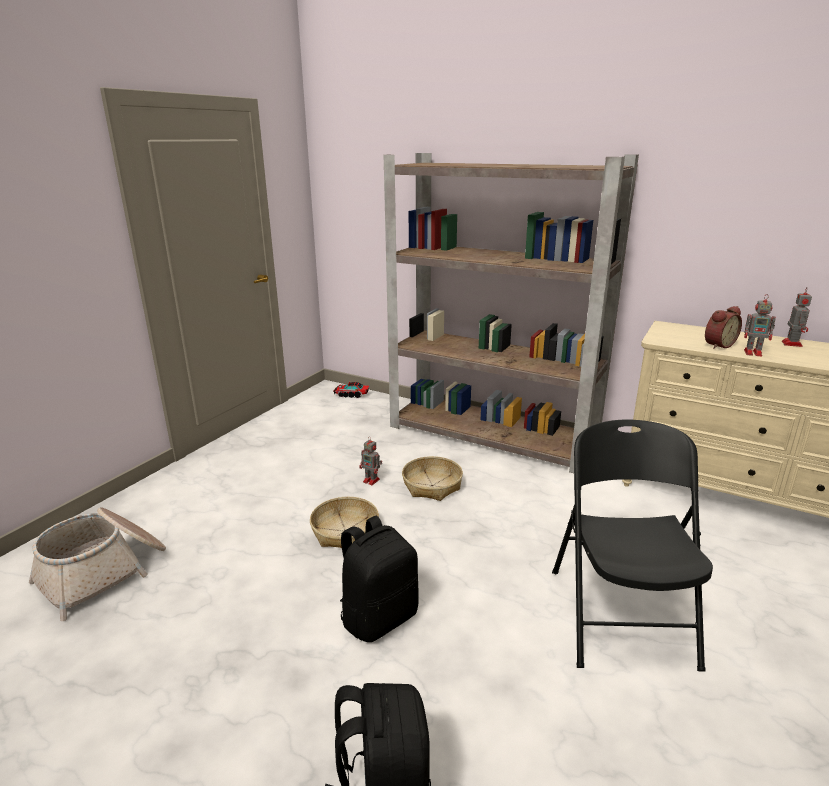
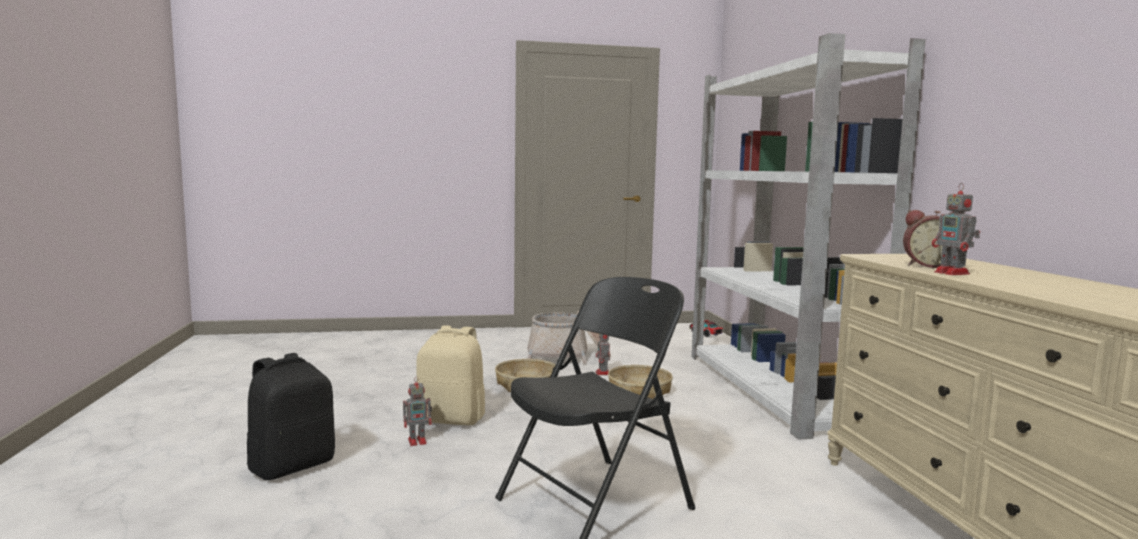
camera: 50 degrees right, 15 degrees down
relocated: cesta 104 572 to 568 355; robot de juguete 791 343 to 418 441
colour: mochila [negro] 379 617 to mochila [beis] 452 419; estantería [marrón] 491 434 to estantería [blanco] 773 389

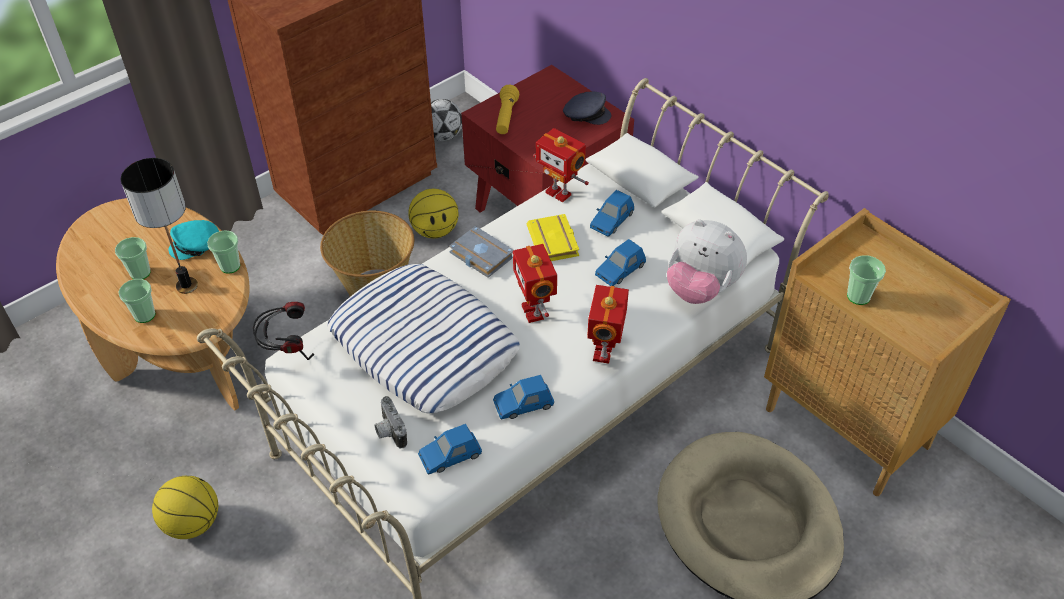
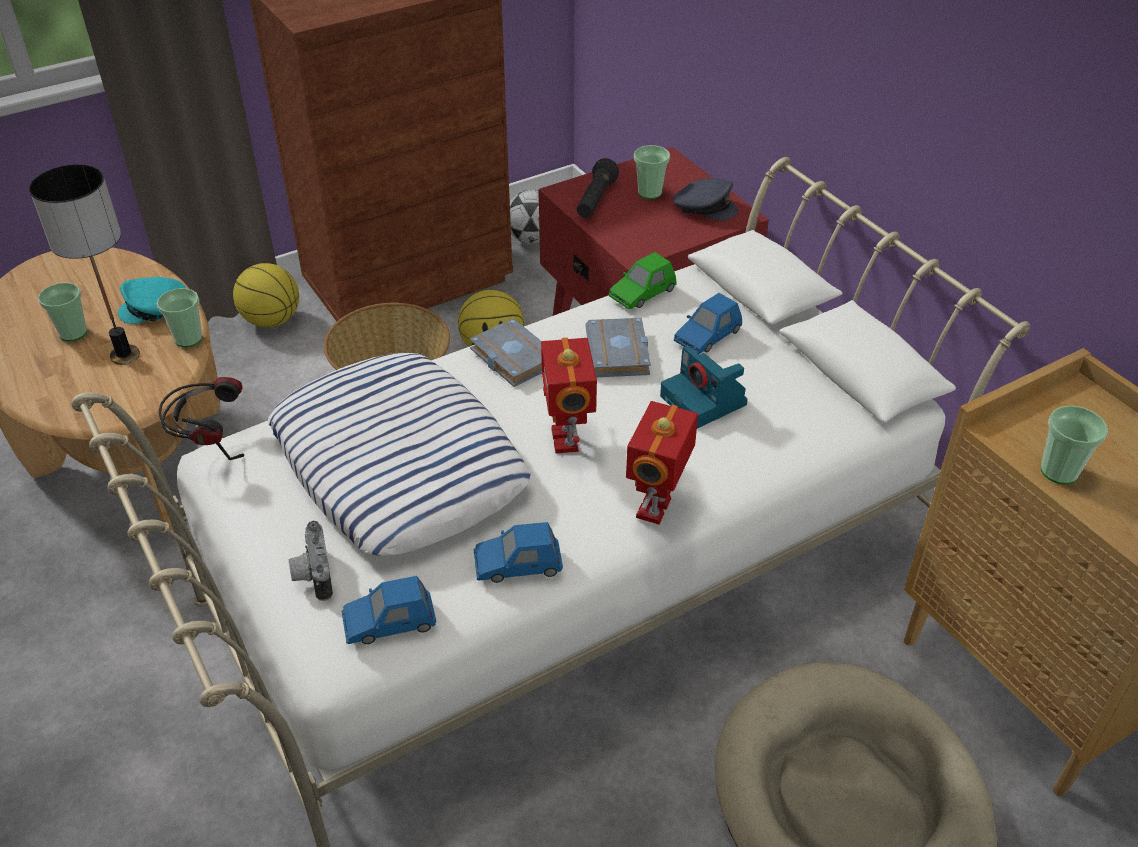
camera: 10 degrees right, 5 degrees down
missing: peluche 700 288
relocated: taza 144 315 to 649 193; balón de baloncesto 192 523 to 271 320
exchanged: robot de juguete 559 193 to coche de juguete [verde] 642 293; coche de juguete [azul] 620 270 to cámara 705 401
colour: linterna [amarillo] 506 118 to linterna [negro] 596 200; libro [amarillo] 555 242 to libro [gris] 620 354

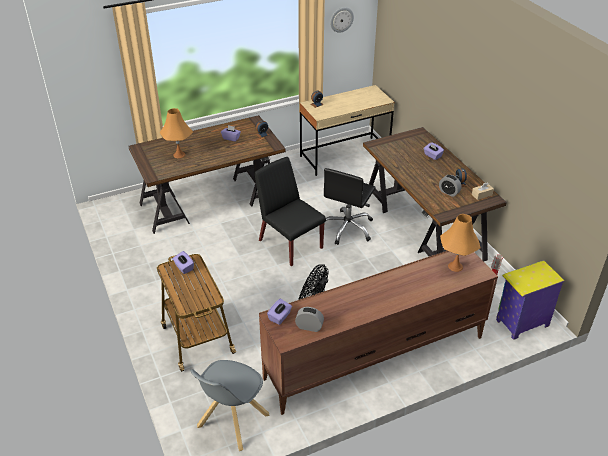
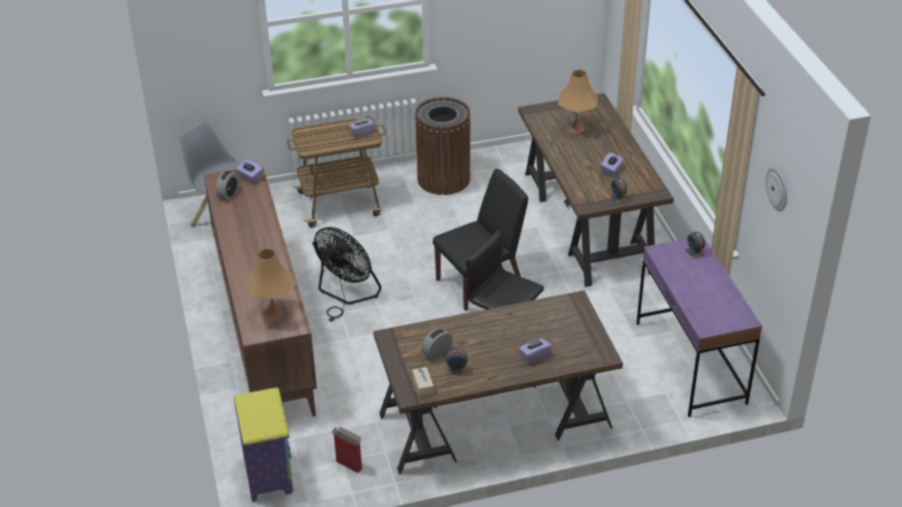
camera: 100 degrees right, 0 degrees up
appeared: papelera [marrón] 444 179
colour: escritorio [beis] 345 156 to escritorio [morado] 690 363

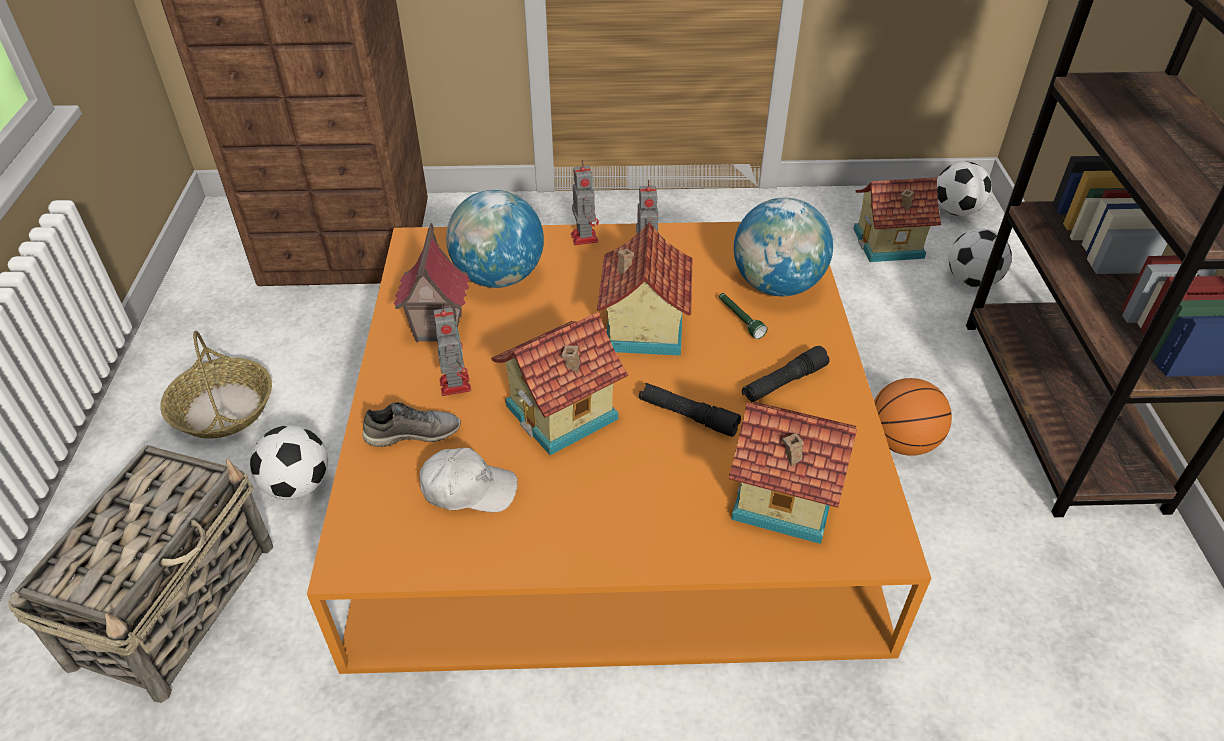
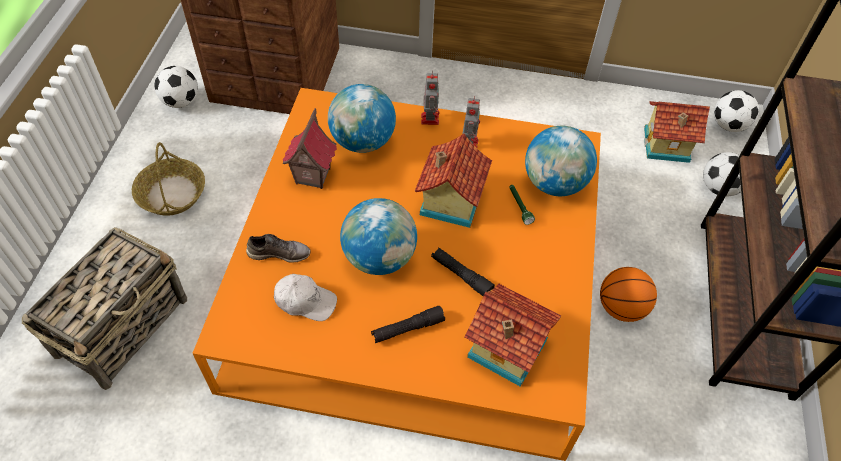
camera: 10 degrees right, 10 degrees up
missing: robot de juguete 455 383
relocated: balón de fútbol 298 486 to 181 102; linterna [negro] 784 382 to 407 329
exchanged: casita 564 414 to globo terráqueo 379 258

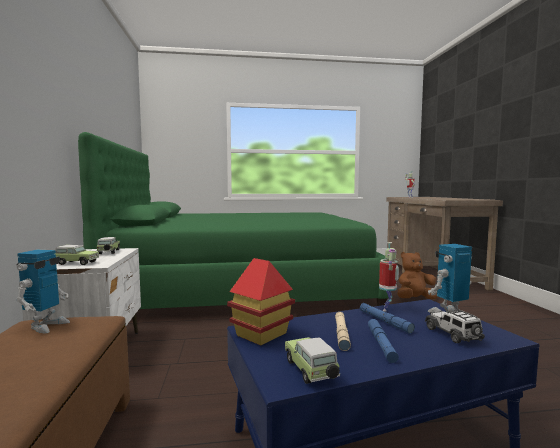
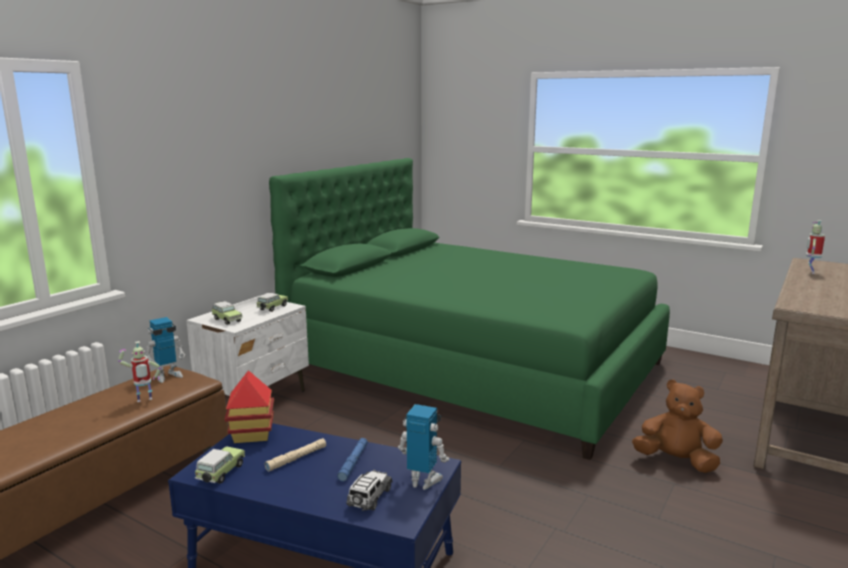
camera: 40 degrees right, 10 degrees up
missing: linterna [azul] 381 344
relocated: robot de juguete 387 309 to 144 401

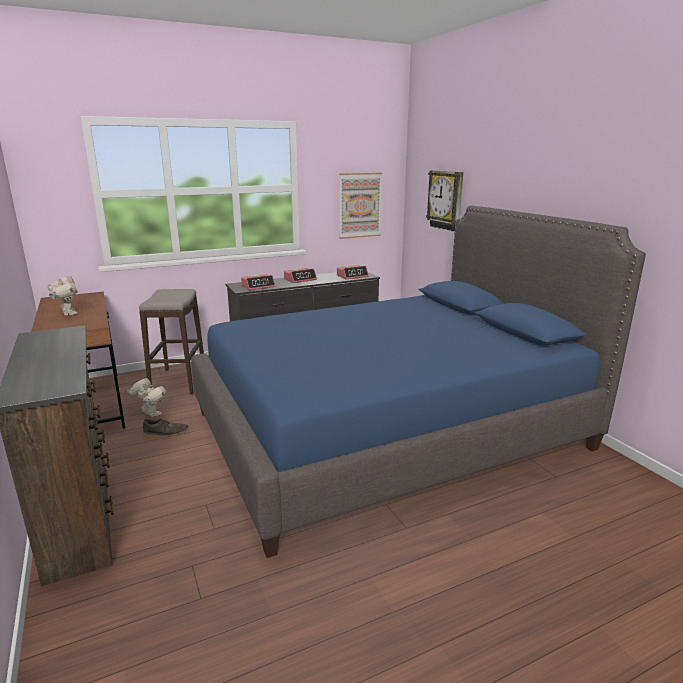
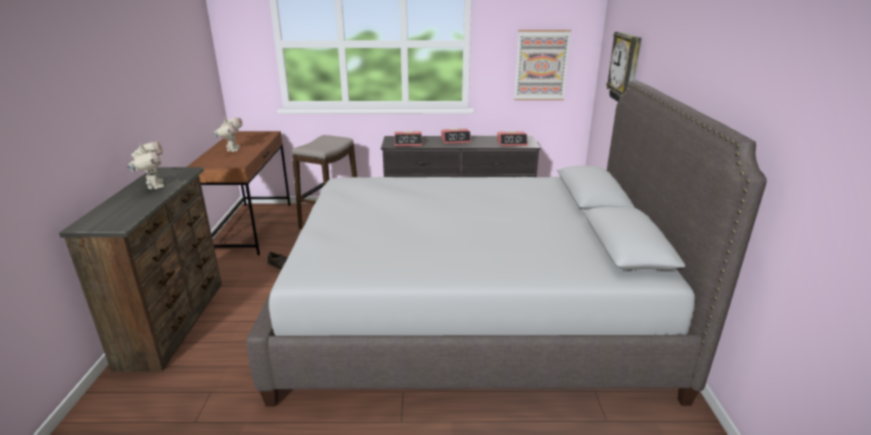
camera: 25 degrees right, 5 degrees up
relocated: robot de juguete 150 414 to 153 186
colour: cama [azul] 389 430 to cama [gris] 471 315

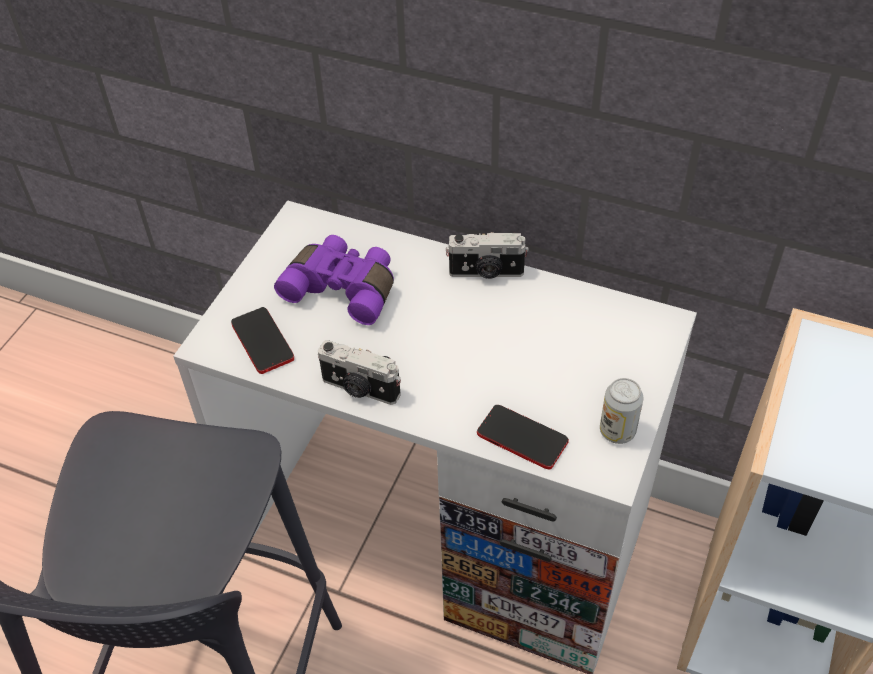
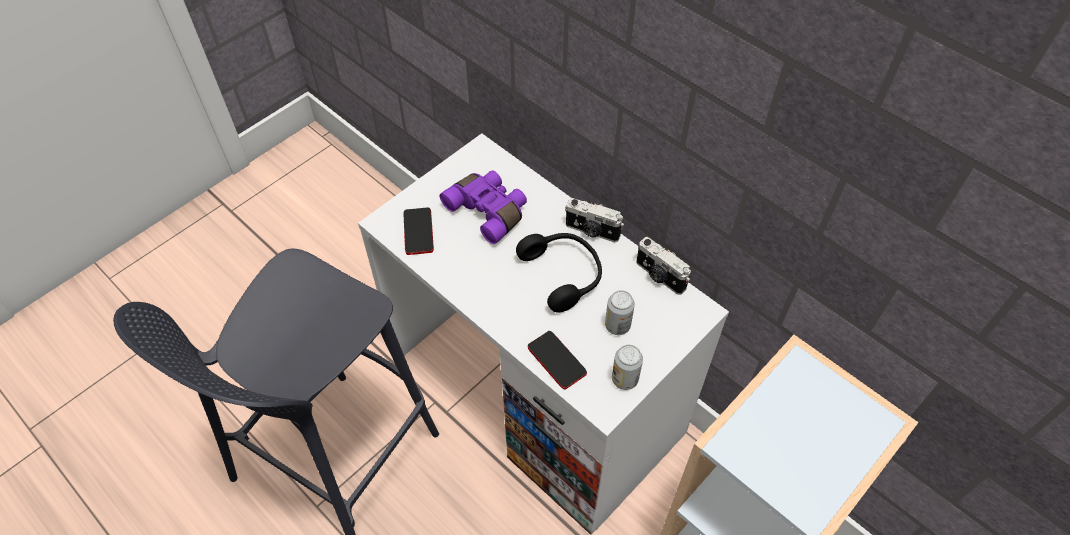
camera: 20 degrees right, 5 degrees up
appeared: auriculares [negro] 564 274; lata 617 325
relocated: cámara 360 389 to 659 276

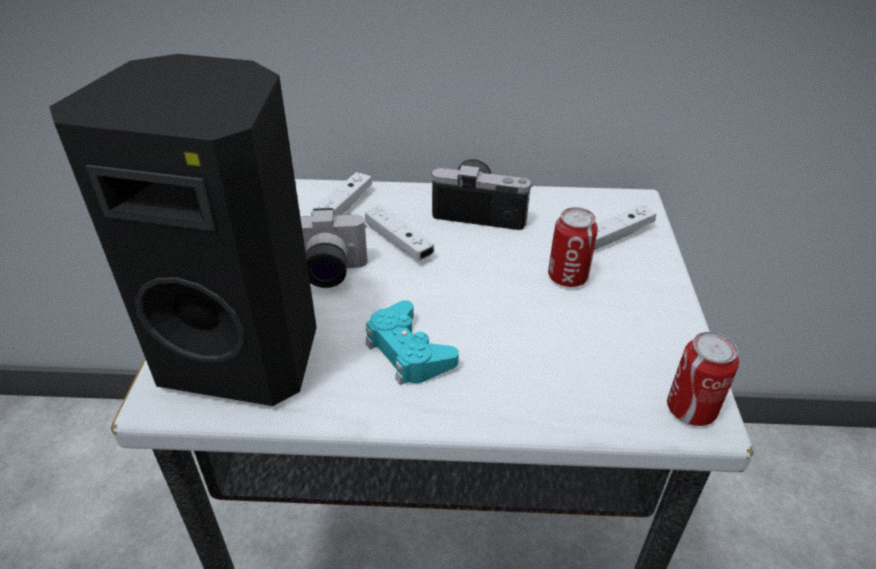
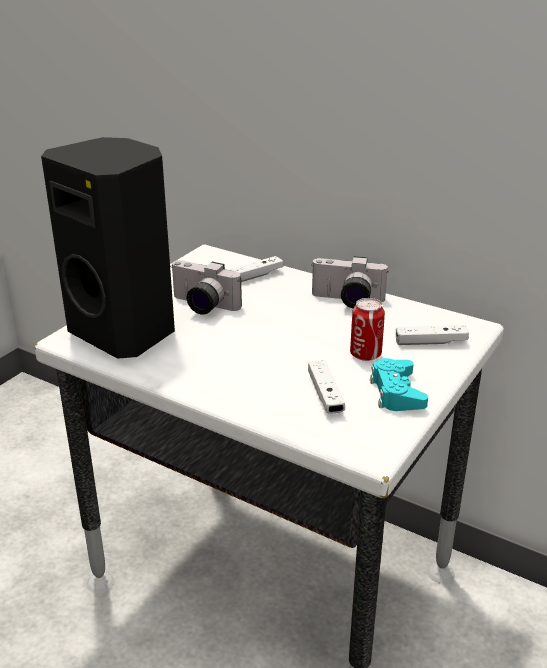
camera: 30 degrees right, 10 degrees down
missing: lata 691 409
relocated: mando de consola [blanco] 399 242 to 325 395; mando de consola [turquesa] 408 351 to 396 392
spun: cámara 480 209 = 347 301 150 degrees clockwise

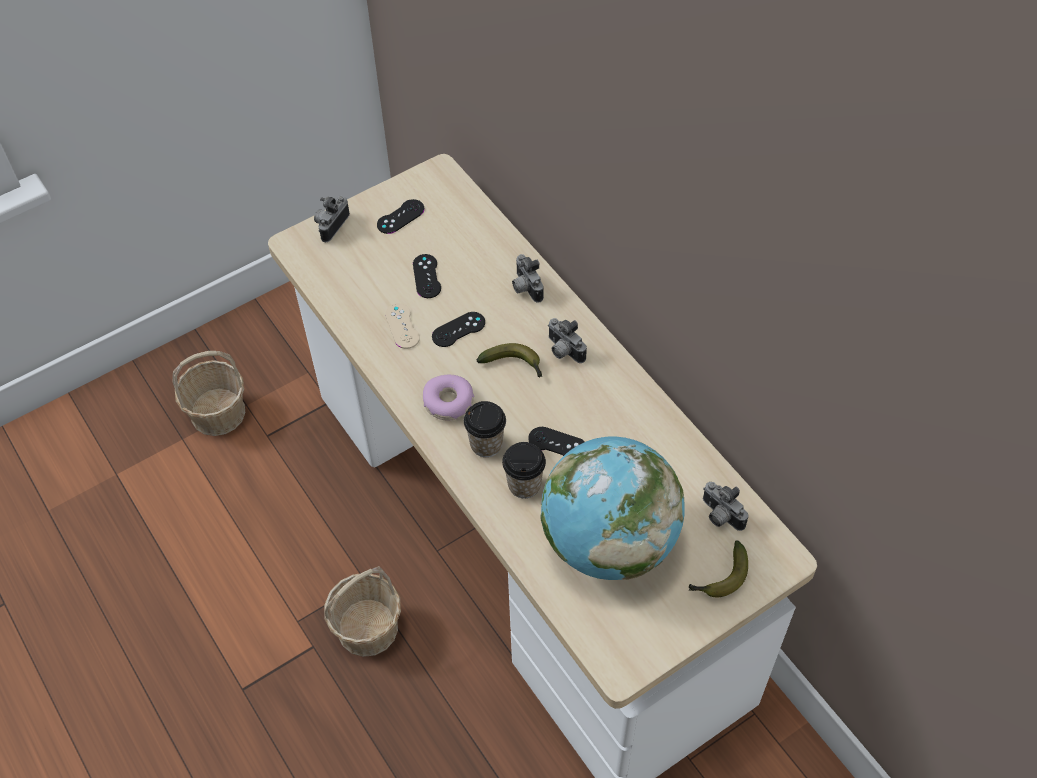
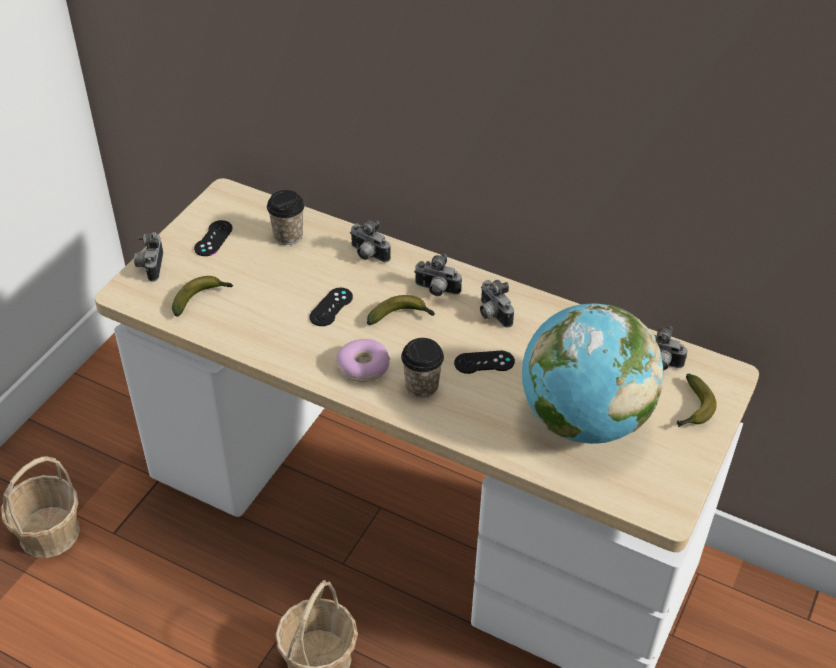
camera: 30 degrees left, 10 degrees down
missing: mando de consola [beis] 402 326; mando de consola [negro] 426 276
appeared: plátano 202 299; cámara 492 315
relocated: taza 524 485 to 288 236

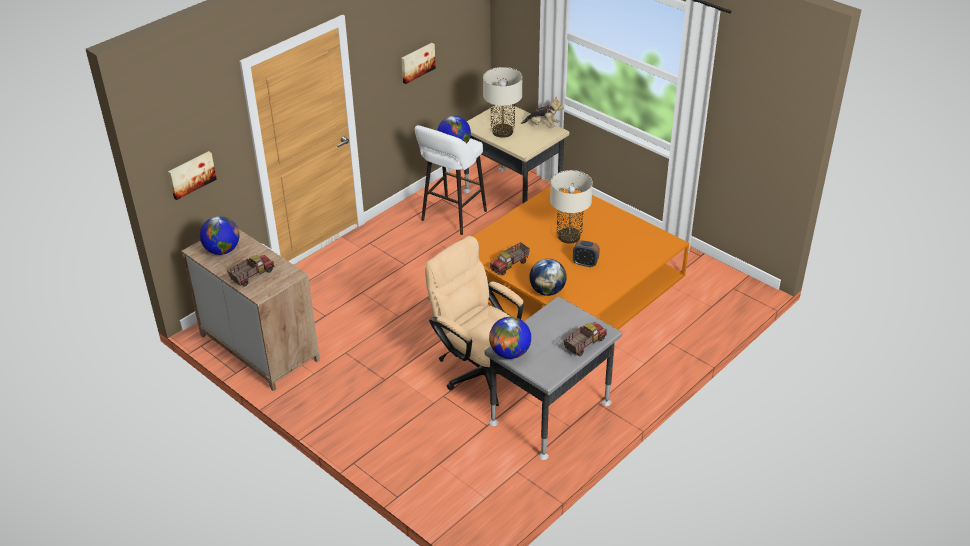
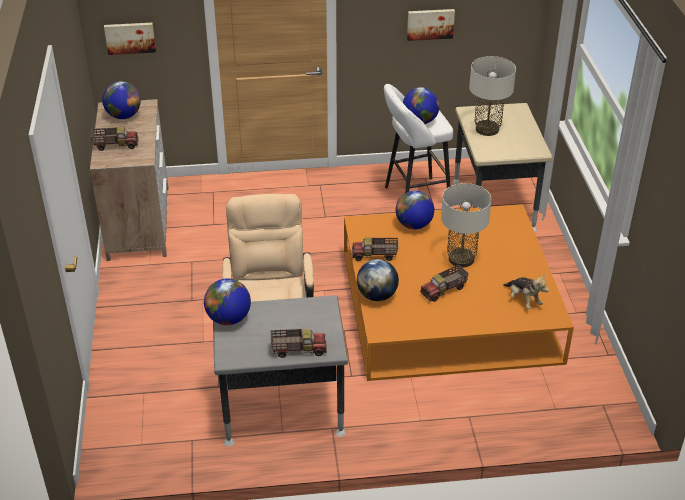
camera: 40 degrees right, 0 degrees up
appeared: globo terráqueo 414 225
relocated: peluche 542 126 to 523 300
exchanged: despertador 585 263 to camión de juguete 444 290

